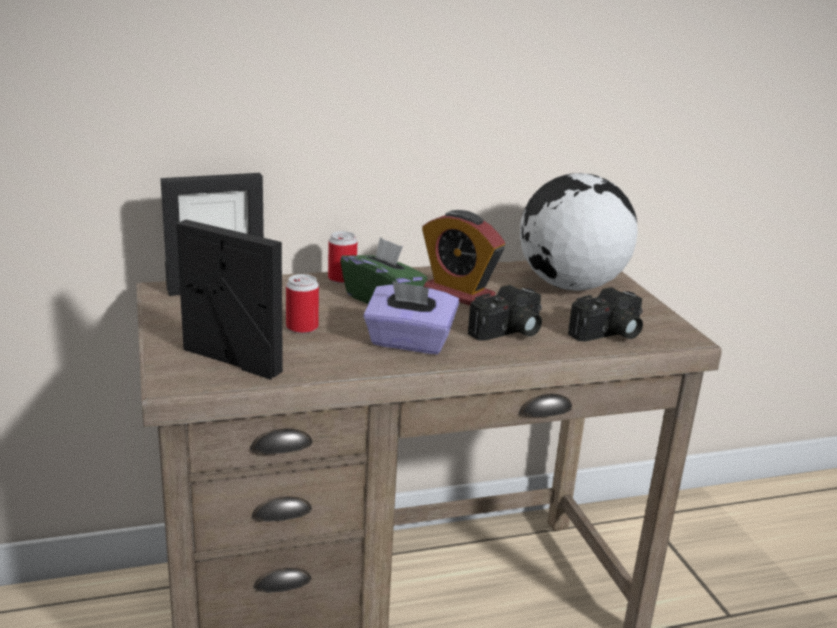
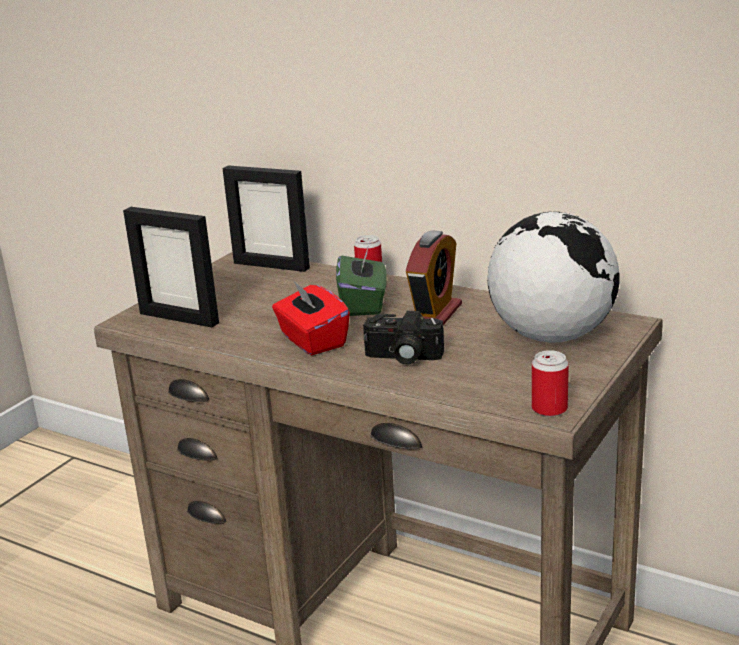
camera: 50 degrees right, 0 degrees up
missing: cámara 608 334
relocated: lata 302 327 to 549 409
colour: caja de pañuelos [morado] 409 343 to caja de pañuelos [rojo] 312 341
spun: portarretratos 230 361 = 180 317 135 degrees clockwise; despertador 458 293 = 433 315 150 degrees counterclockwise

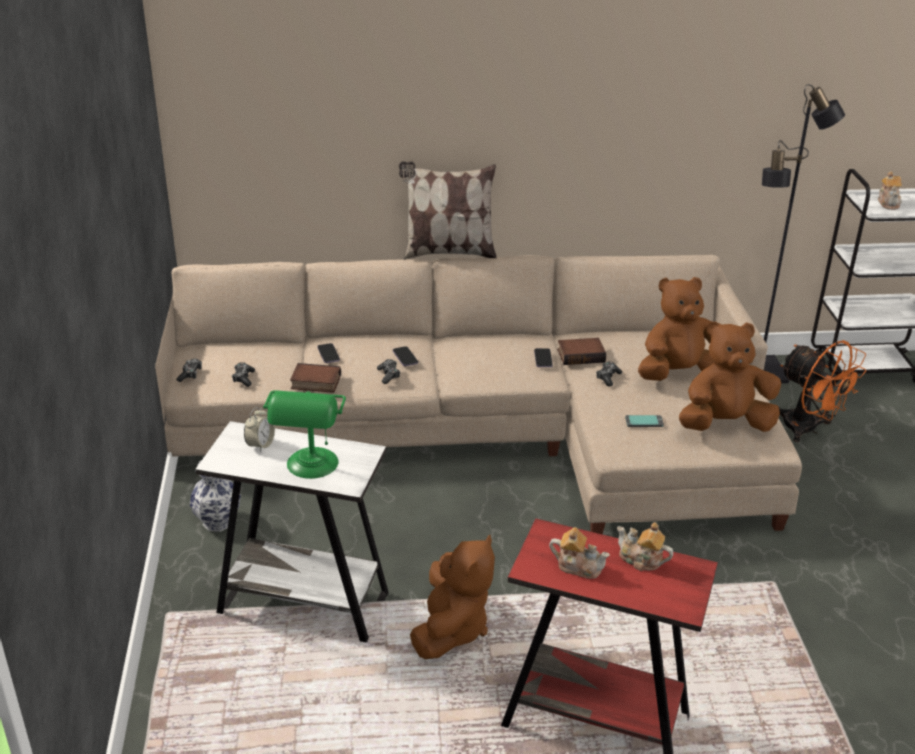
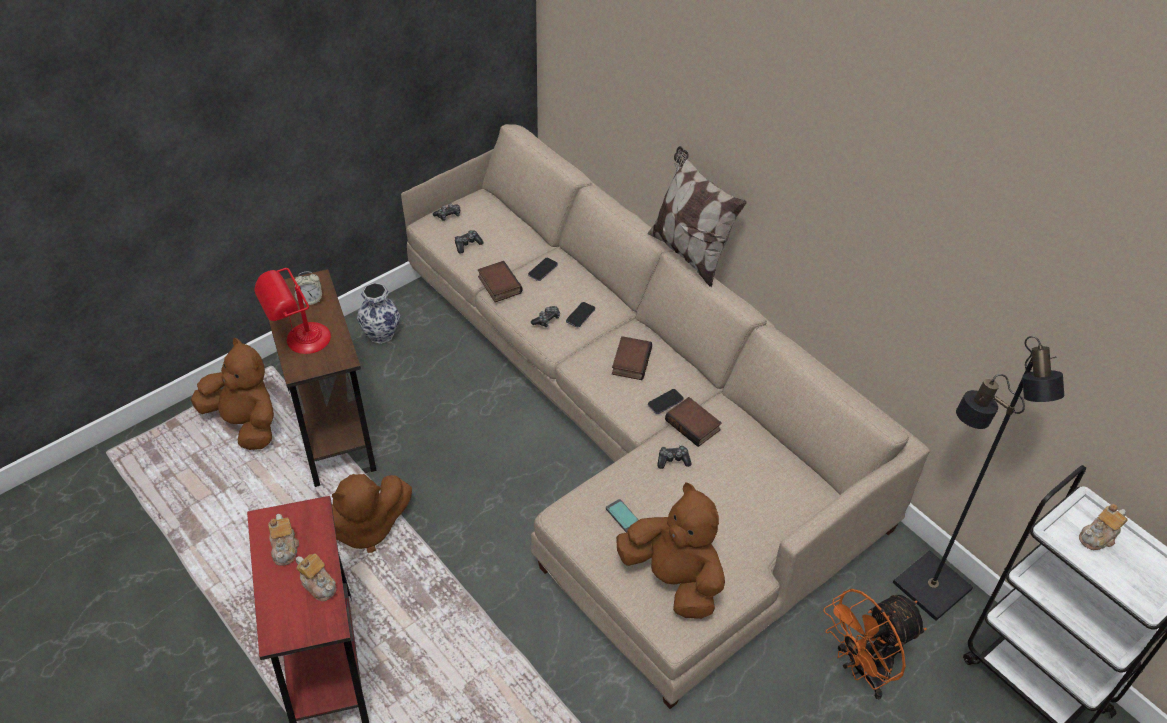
camera: 55 degrees right, 15 degrees up
appeared: libro 630 361
relocated: peluche [marrón] 678 374 to 245 423
colour: mesa auxiliar [blanco] 303 603 to mesa auxiliar [marrón] 331 429; lámpara de mesa [verde] 311 469 to lámpara de mesa [rojo] 299 342
spun: tetera 641 560 = 318 584 135 degrees clockwise; ventilador [naranja] 808 429 = 862 670 45 degrees clockwise

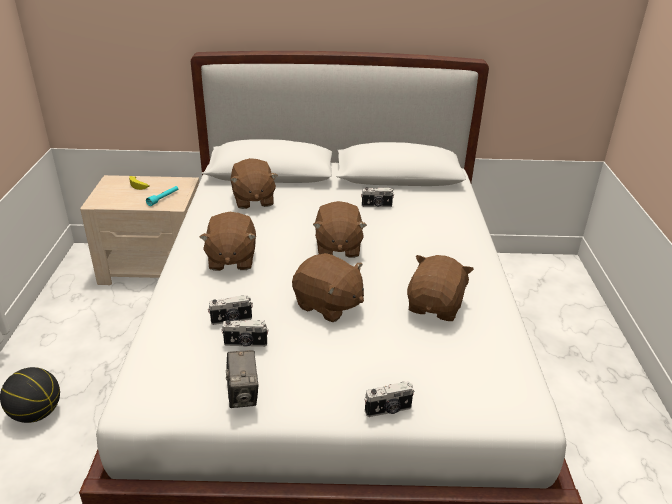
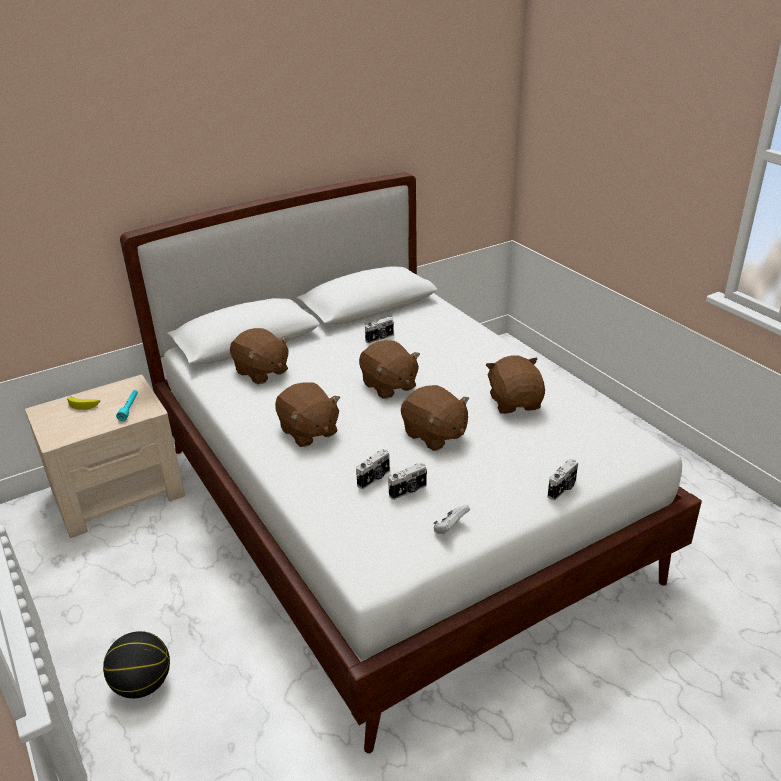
camera: 30 degrees left, 0 degrees up
exchanged: cámara 243 395 to mando de consola [blanco] 450 528
spun: peluche [marrón] 328 305 = 434 435 45 degrees clockwise

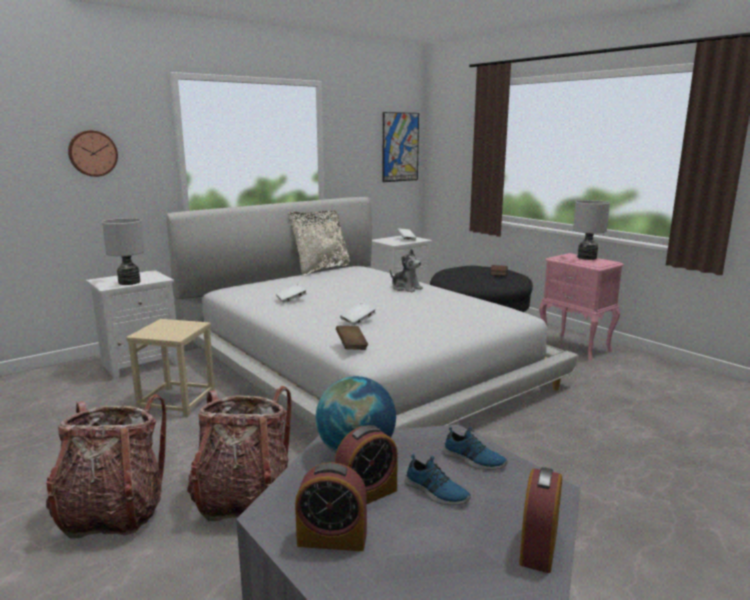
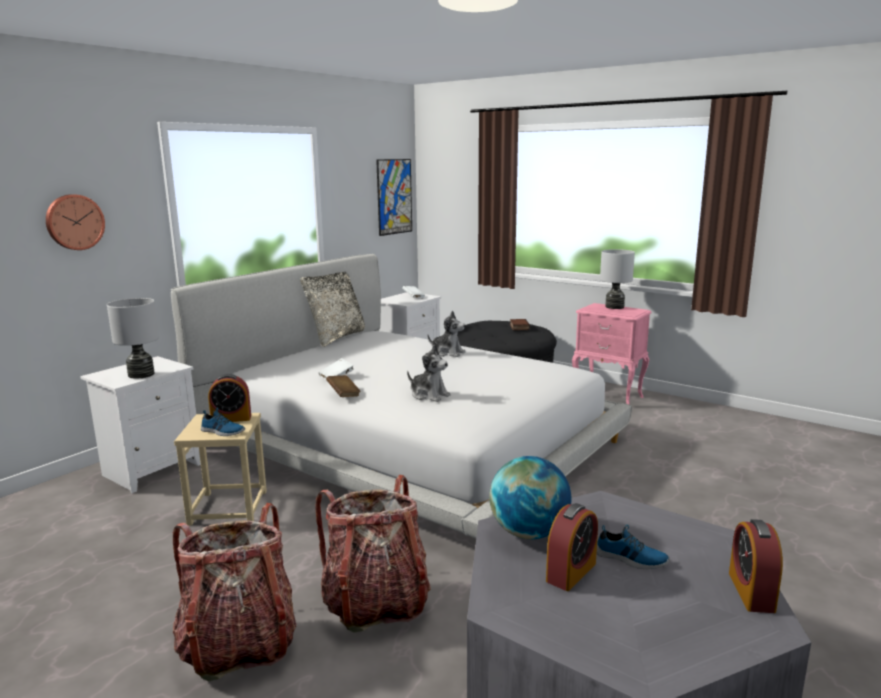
camera: 15 degrees left, 0 degrees up
relocated: despertador 332 539 to 231 418; libro [marrón] 351 346 to 343 394; zapato 473 460 to 222 432
exchanged: libro [blanco] 358 321 to peluche 429 395

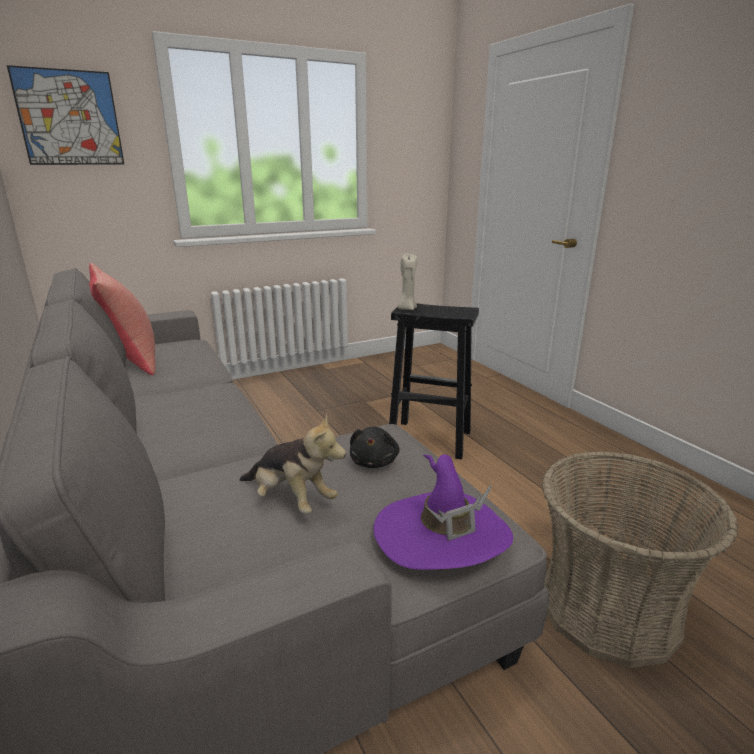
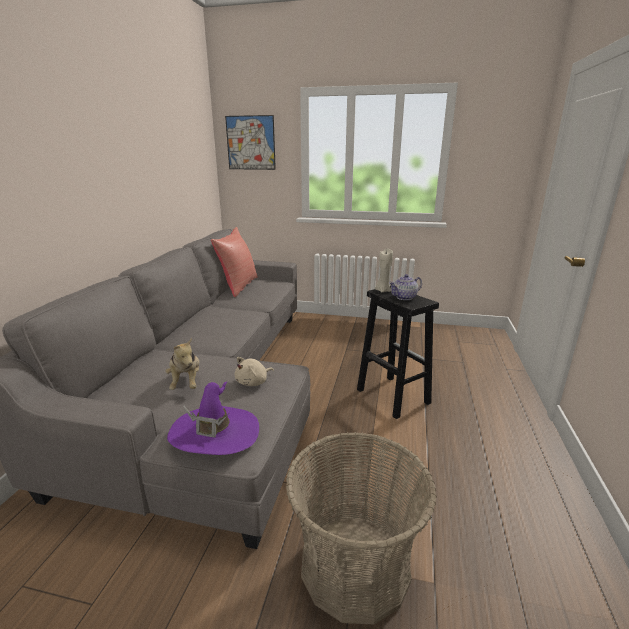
camera: 40 degrees right, 0 degrees up
appeared: tetera 405 297
colour: peluche [negro] 374 462 to peluche [beis] 253 382

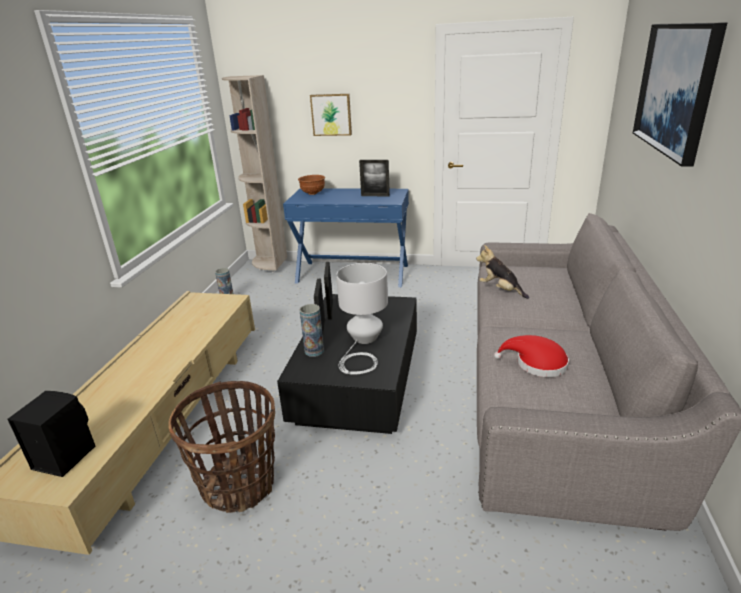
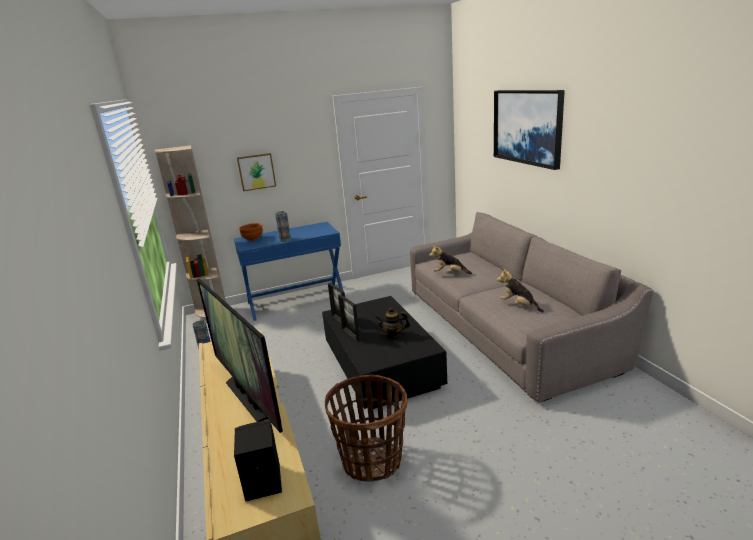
camera: 30 degrees left, 5 degrees down
missing: portarretratos 375 195
appeared: televisor 249 397
relocated: florero 314 351 to 285 240
exchanged: lámpara de mesa [gris] 362 347 to tetera 393 335; sombrero [rojo] 537 364 to peluche 519 305

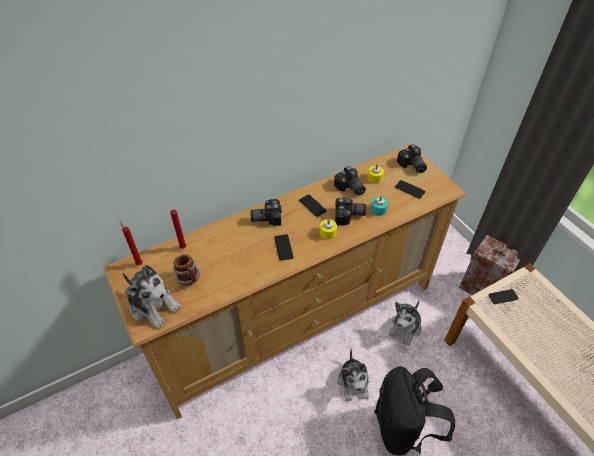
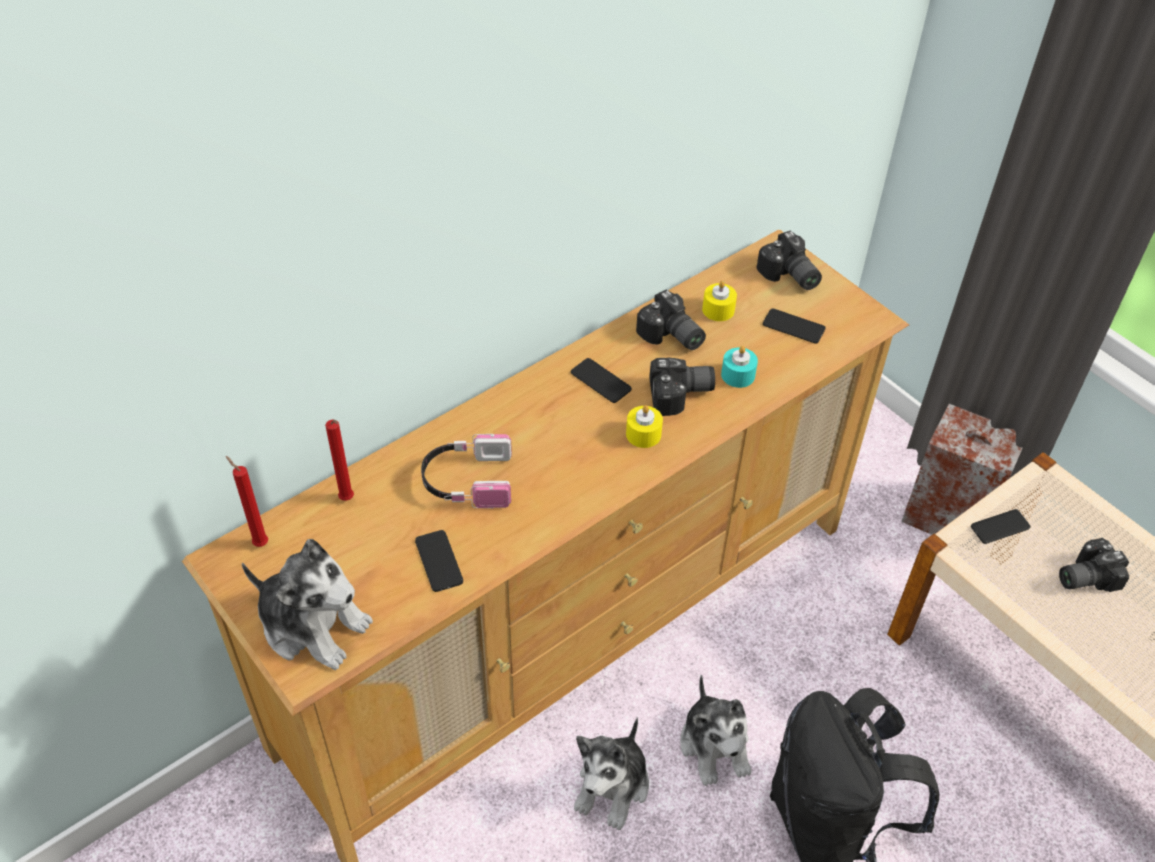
camera: 10 degrees left, 0 degrees up
missing: taza grande 189 279
appeared: auriculares 467 481
relocated: cámara 266 217 to 1084 575; móvil 283 247 to 439 561; peluche 405 328 to 613 786

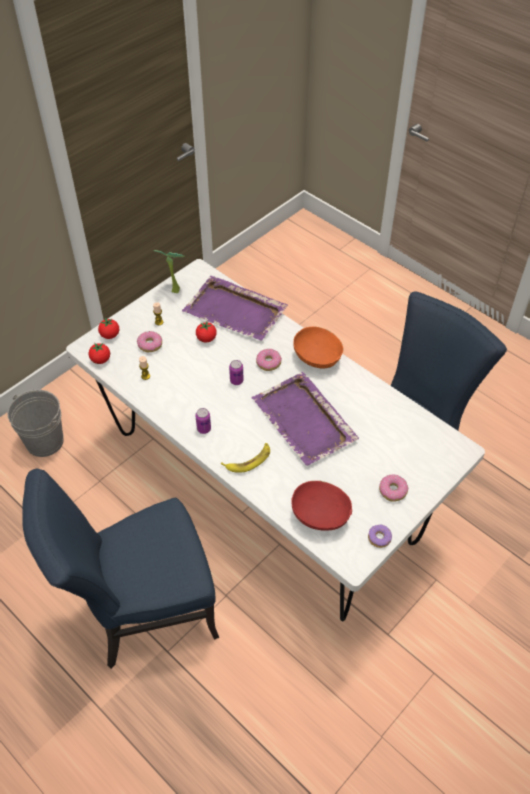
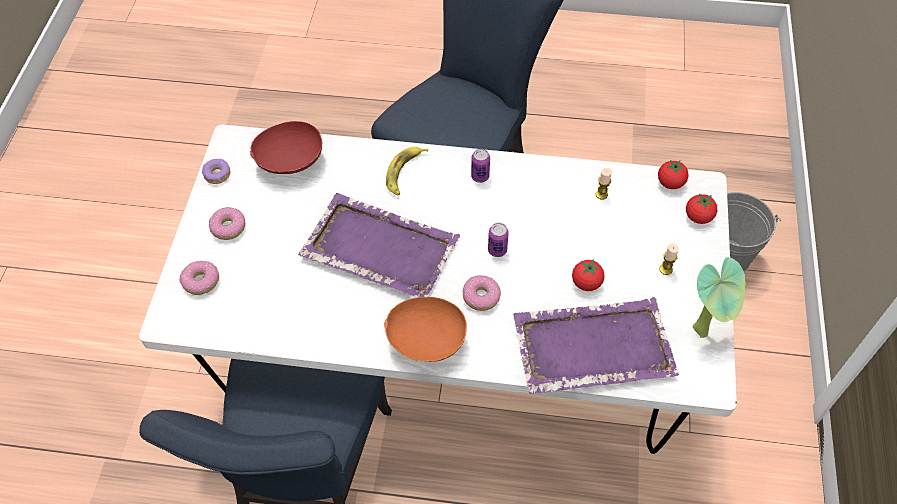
camera: 145 degrees right, 5 degrees up
relocated: rosquilla 150 345 to 201 281

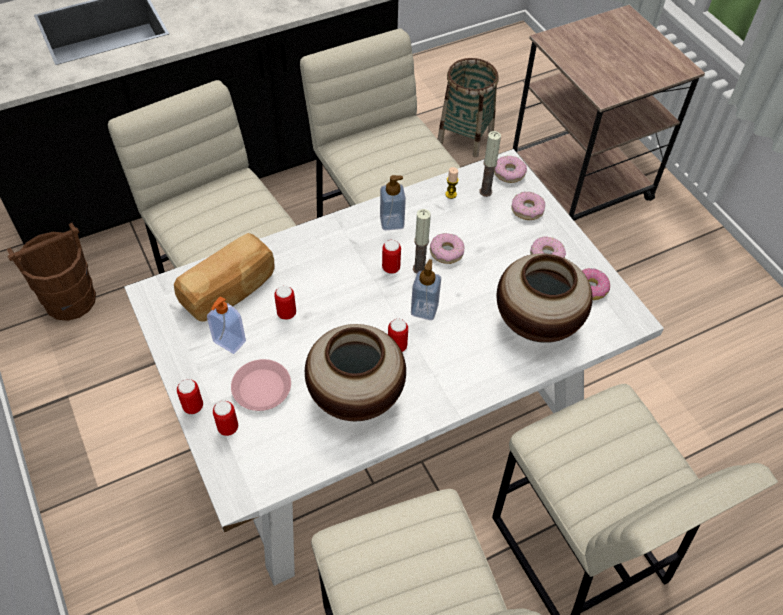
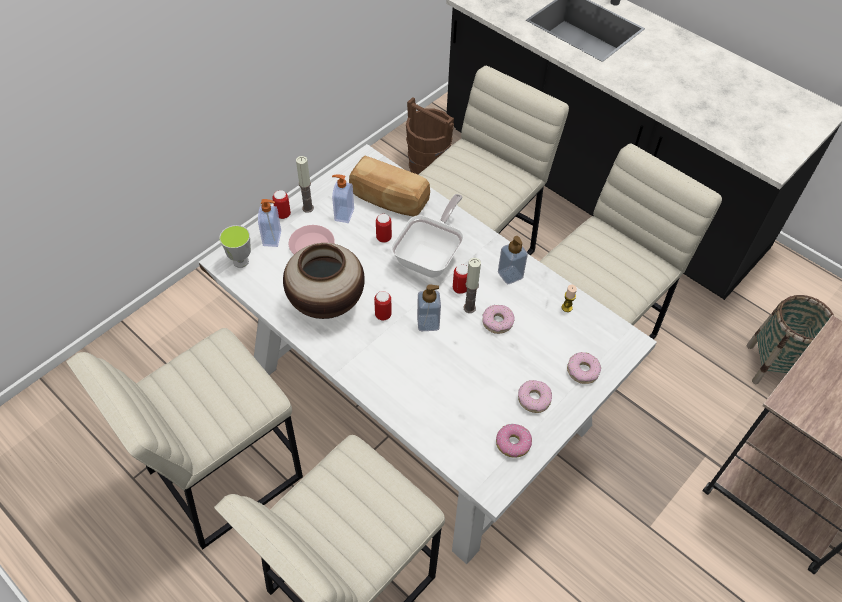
camera: 70 degrees right, 0 degrees up
missing: rosquilla 509 173; florero 536 322
appeared: taza 241 261; sartén 431 256
relocated: vela 485 191 to 308 208
exchanged: lata 228 428 to dispensador de jabón 273 238

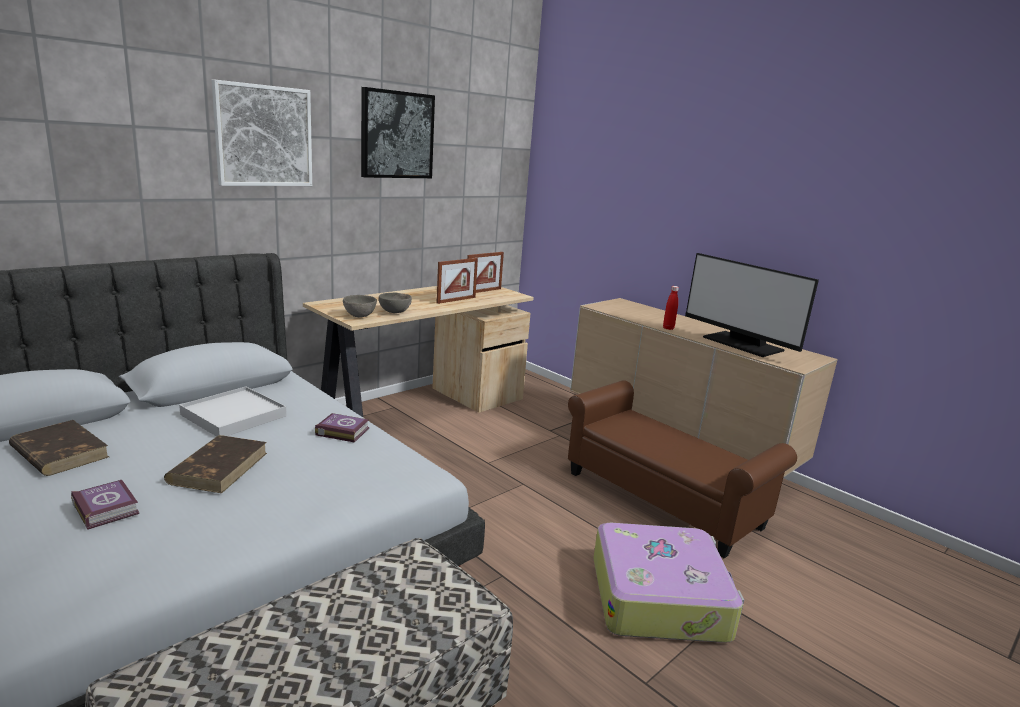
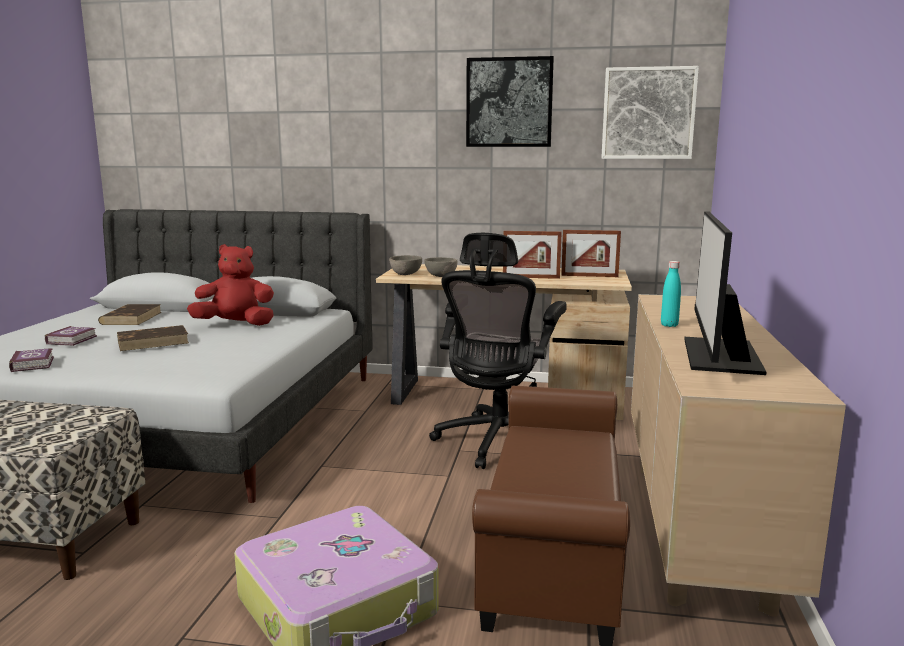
camera: 55 degrees right, 5 degrees down
appeared: silla de oficina 498 442
relocated: cuadro 263 136 to 648 113; libro 342 431 to 34 364
exchanged: bandeja [blanco] 234 415 to peluche [rojo] 236 324
colour: botella [rojo] 668 328 to botella [turquesa] 669 325

